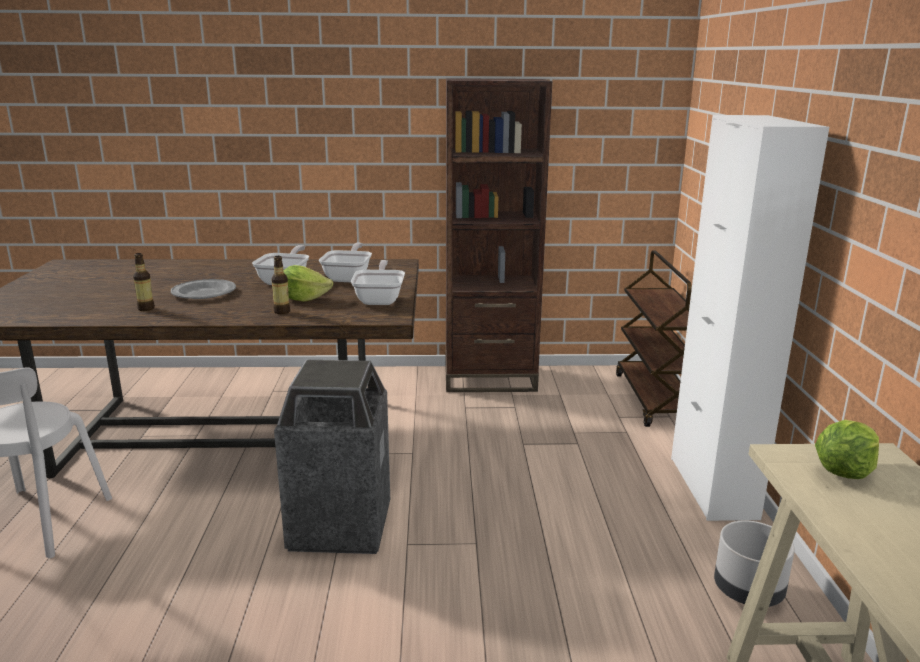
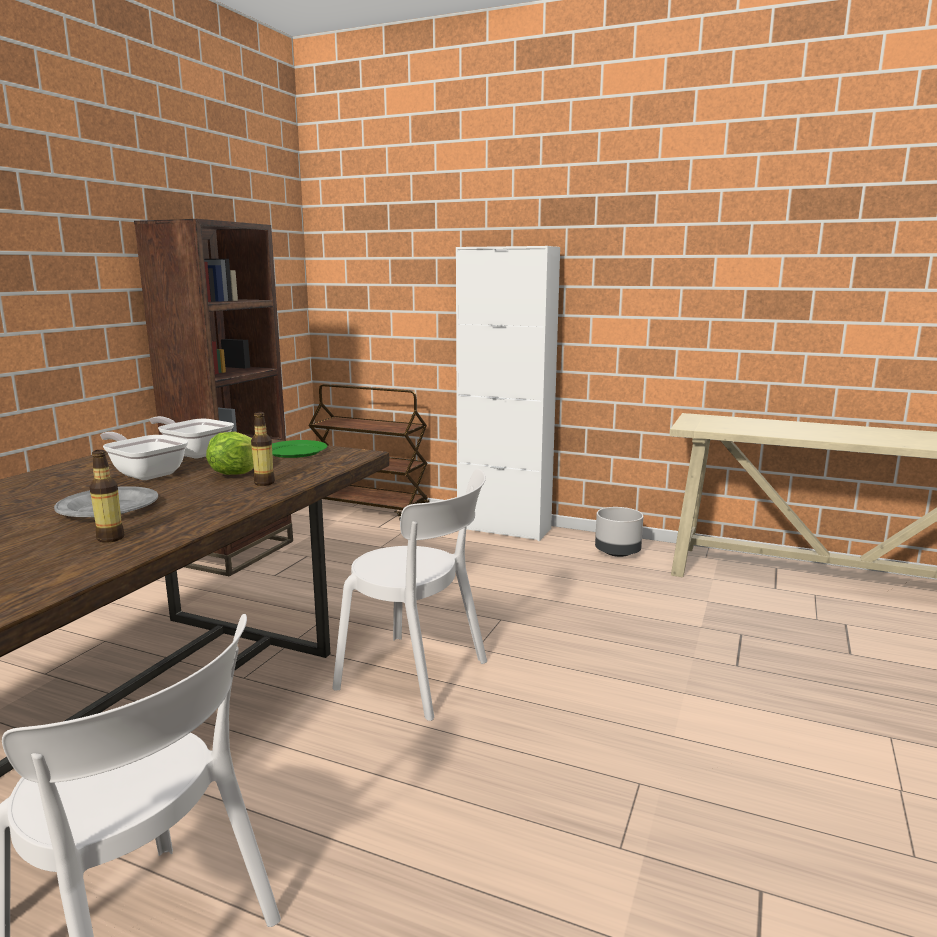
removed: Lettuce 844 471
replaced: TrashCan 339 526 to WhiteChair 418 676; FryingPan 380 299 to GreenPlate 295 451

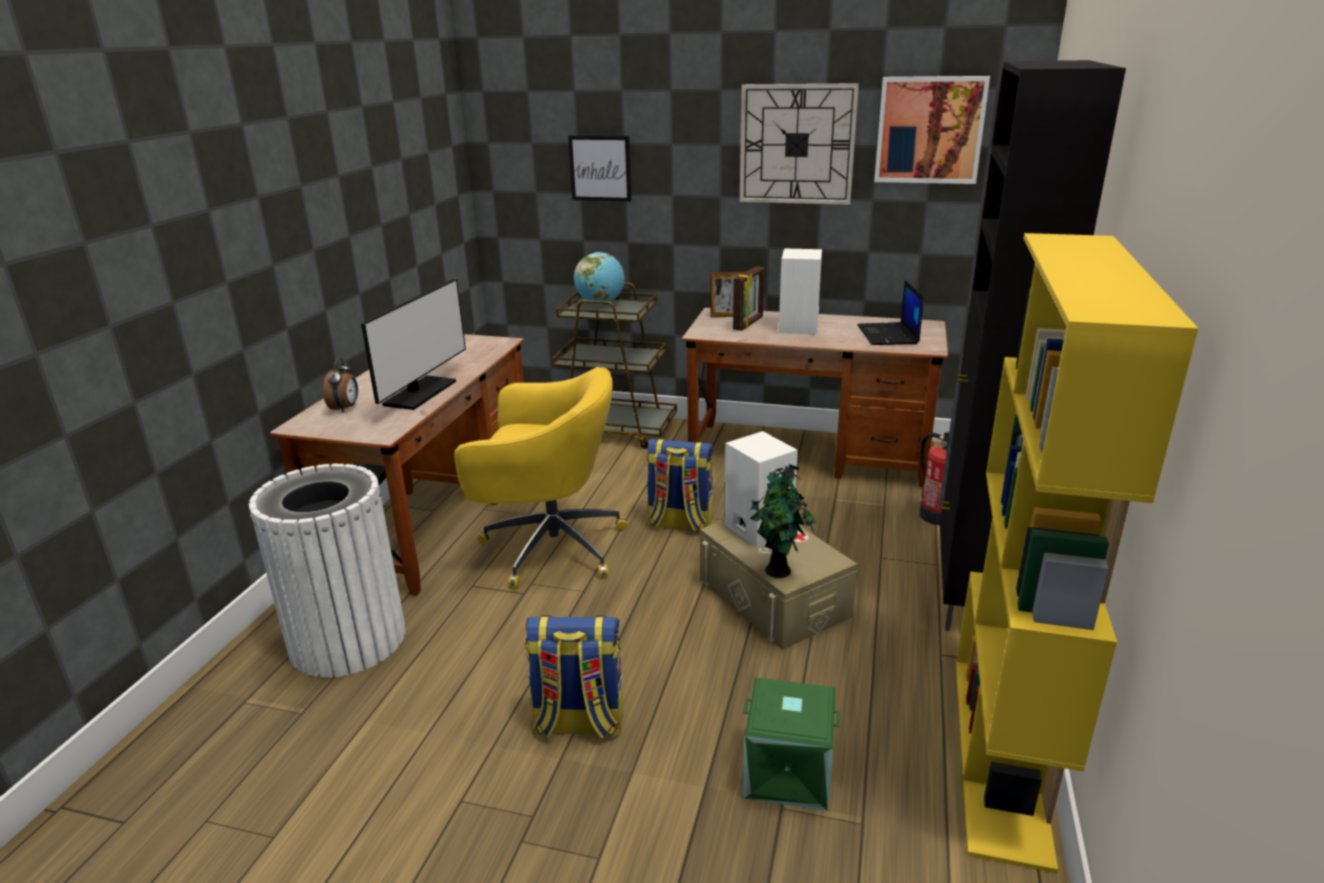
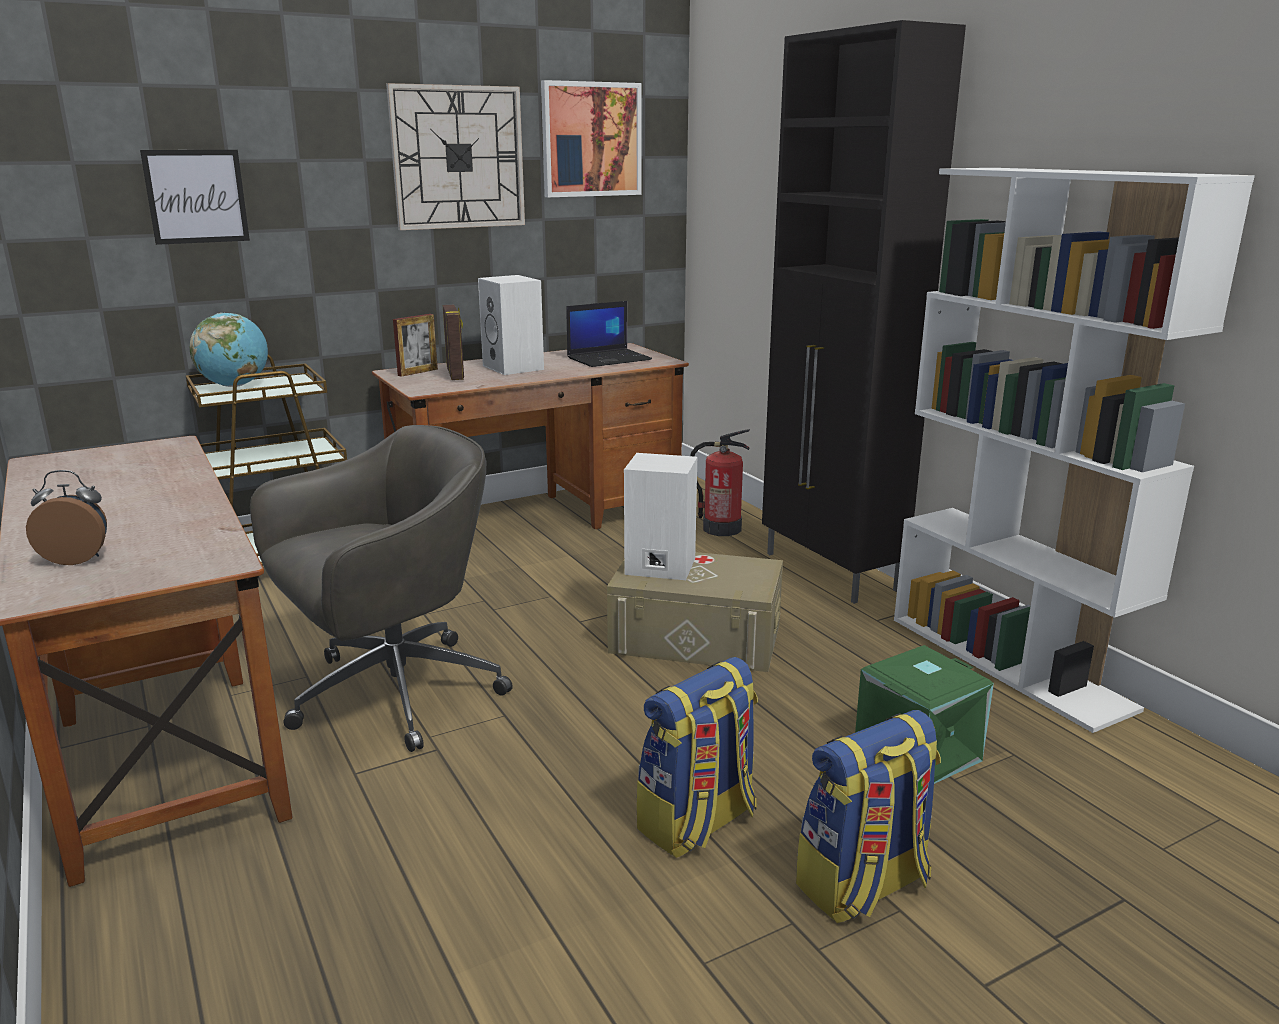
removed: WhiteTrashCan 348 640; Monitor 420 393; PottedPlant 779 571
moved: Backpack 679 523 to 863 886
recoloured: YellowOfficeChair 549 547 to GreyOfficeChair 391 695; YellowBookcase 1001 754 to WhiteBookcase 1009 662
turned: AlarmClock 345 408 = 78 558 60 degrees counterclockwise; Laptop 888 335 = 609 359 75 degrees counterclockwise

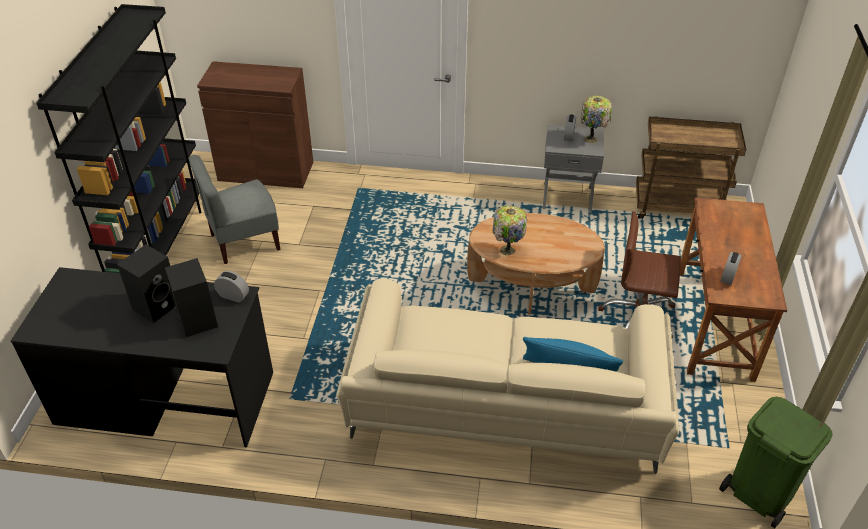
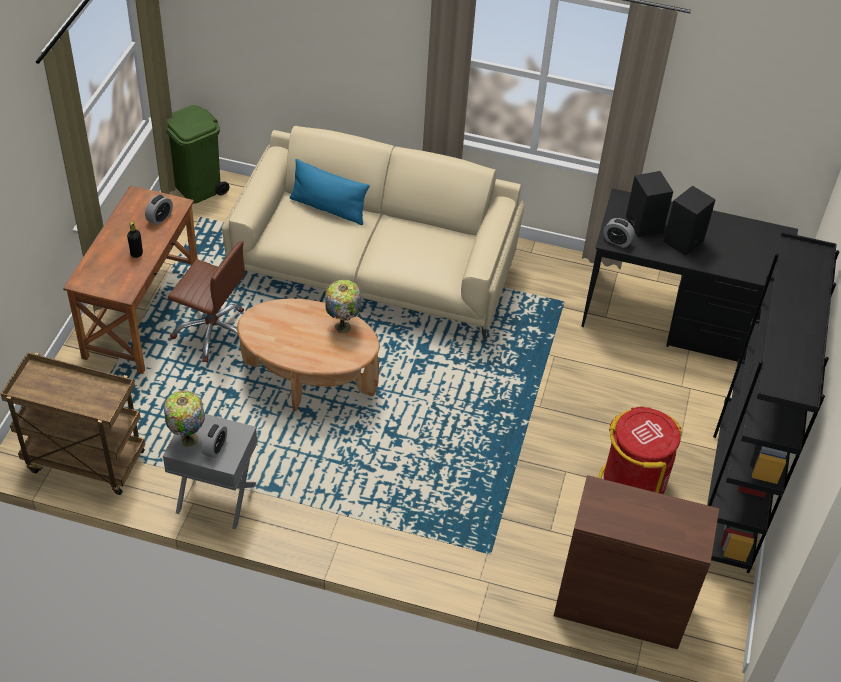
added: BlackBottle 136 254
replaced: GreyChair 244 241 to RedTrashCan 632 484

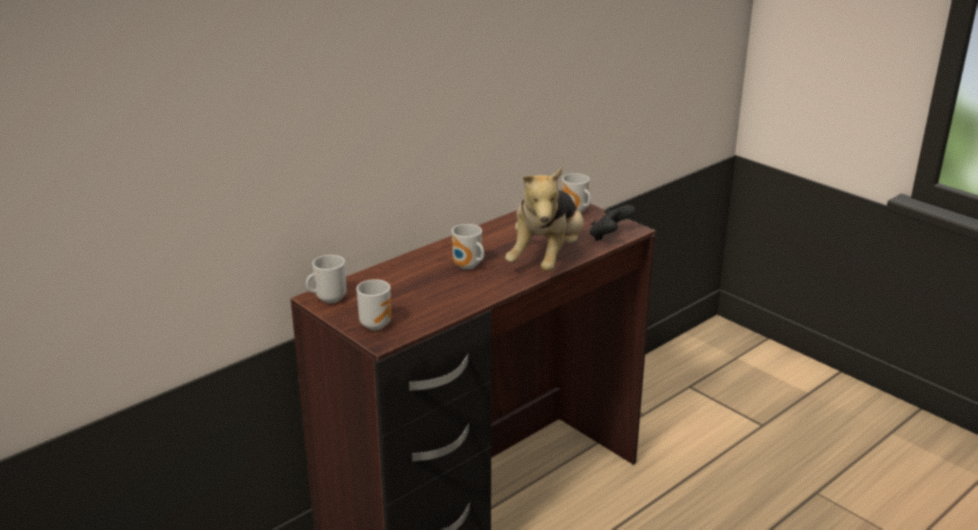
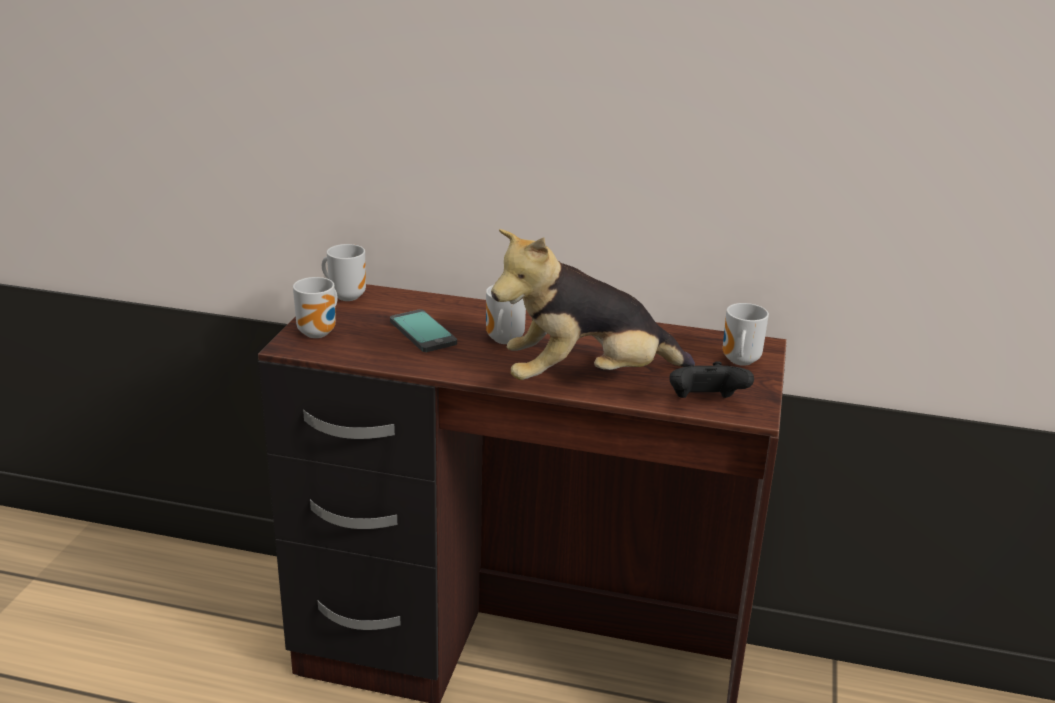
added: Phone 423 332

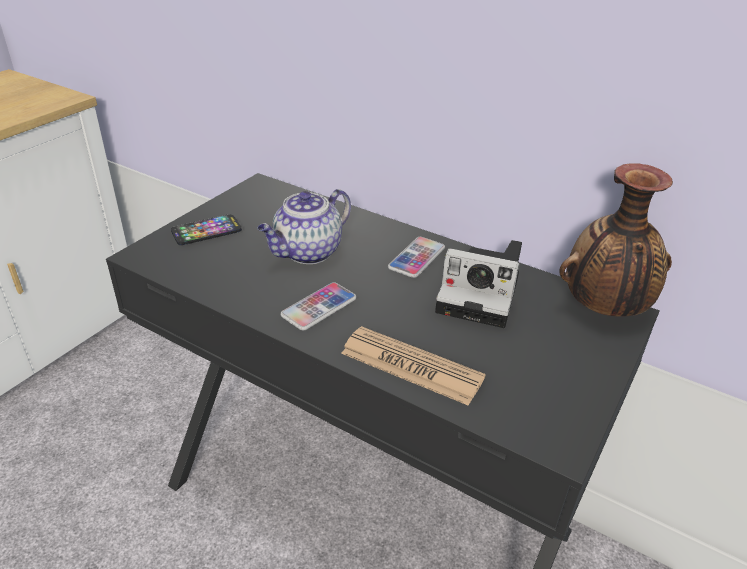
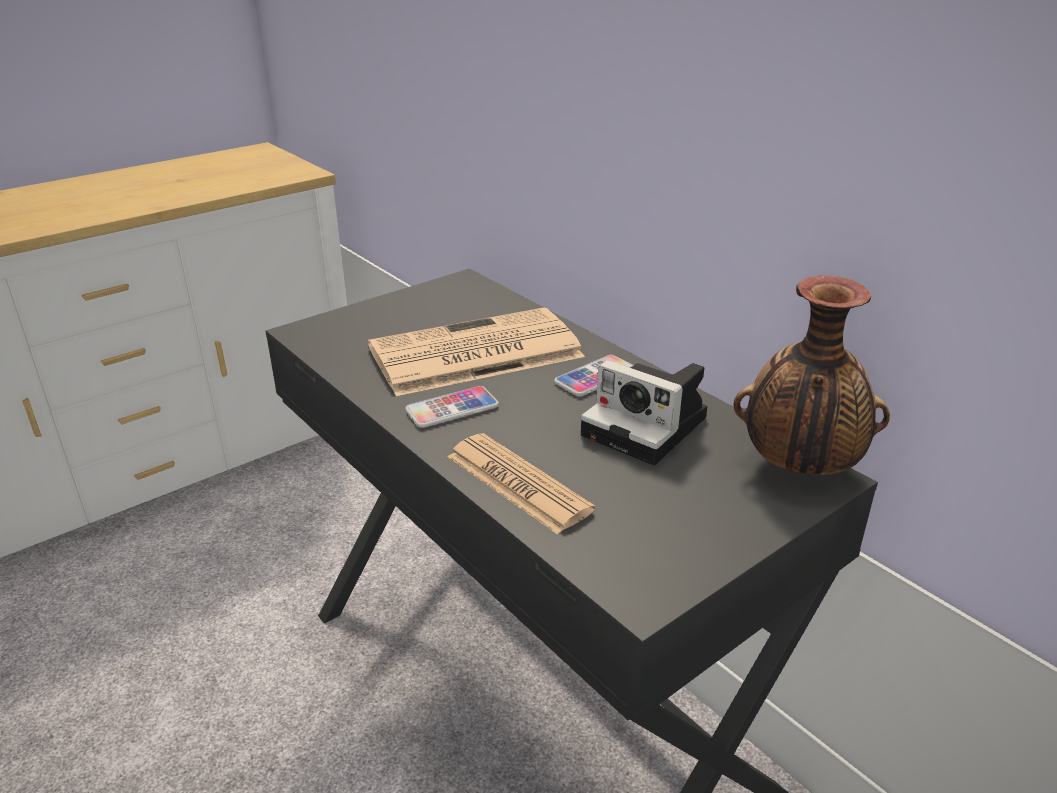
removed: Phone 206 231
replaced: Teapot 307 253 to Newspaper 473 354

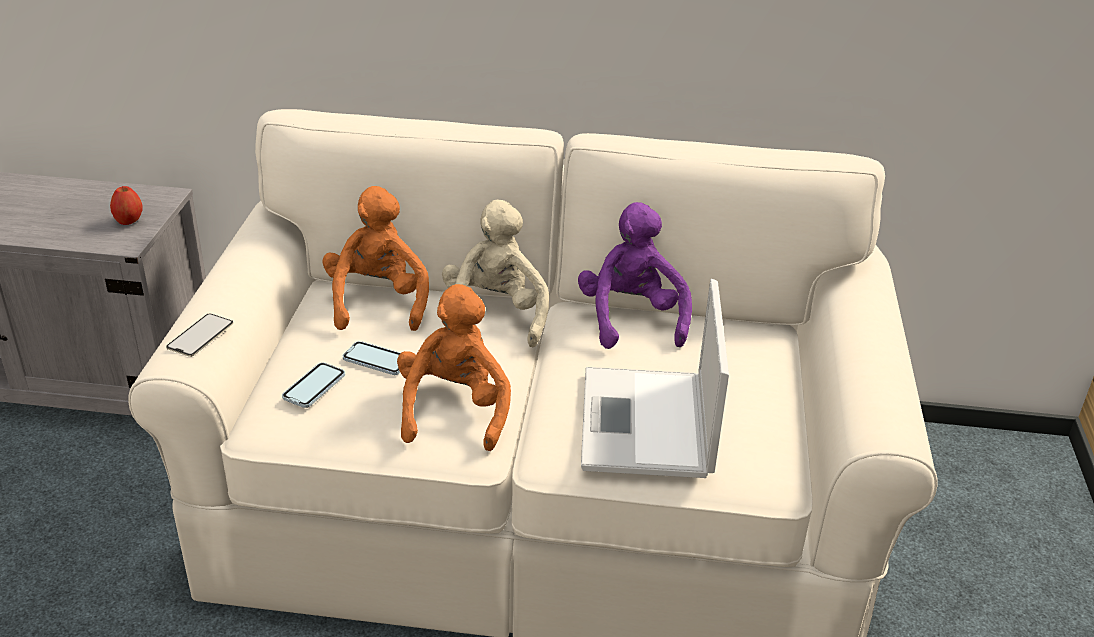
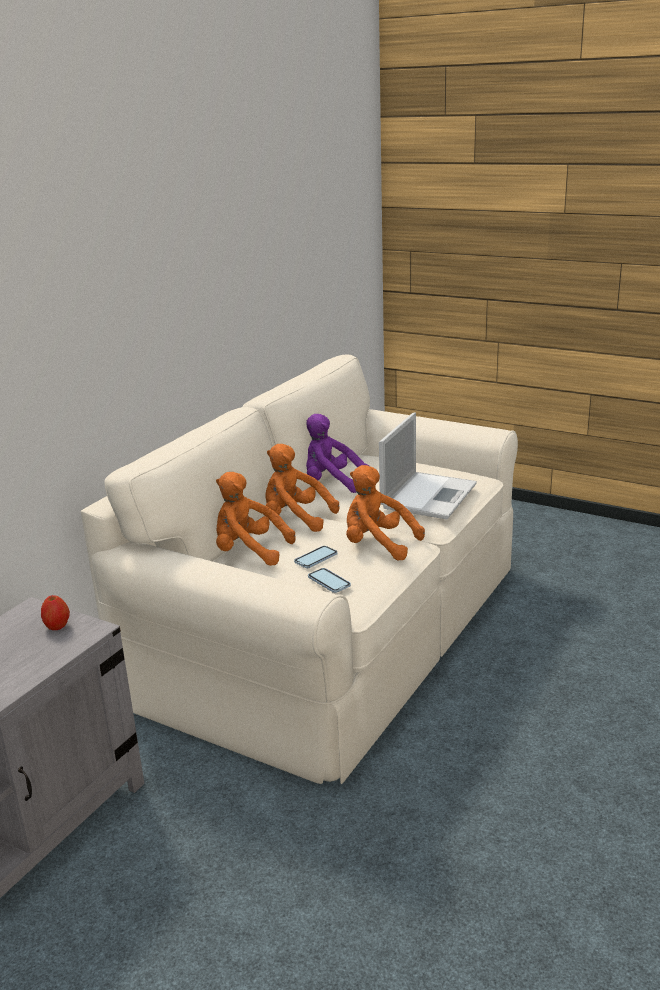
removed: Phone 200 335
recoloured: BeigePlushToy 495 316 to OrangePlushToy 295 519
turned: Laptop 647 425 = 429 495 90 degrees counterclockwise

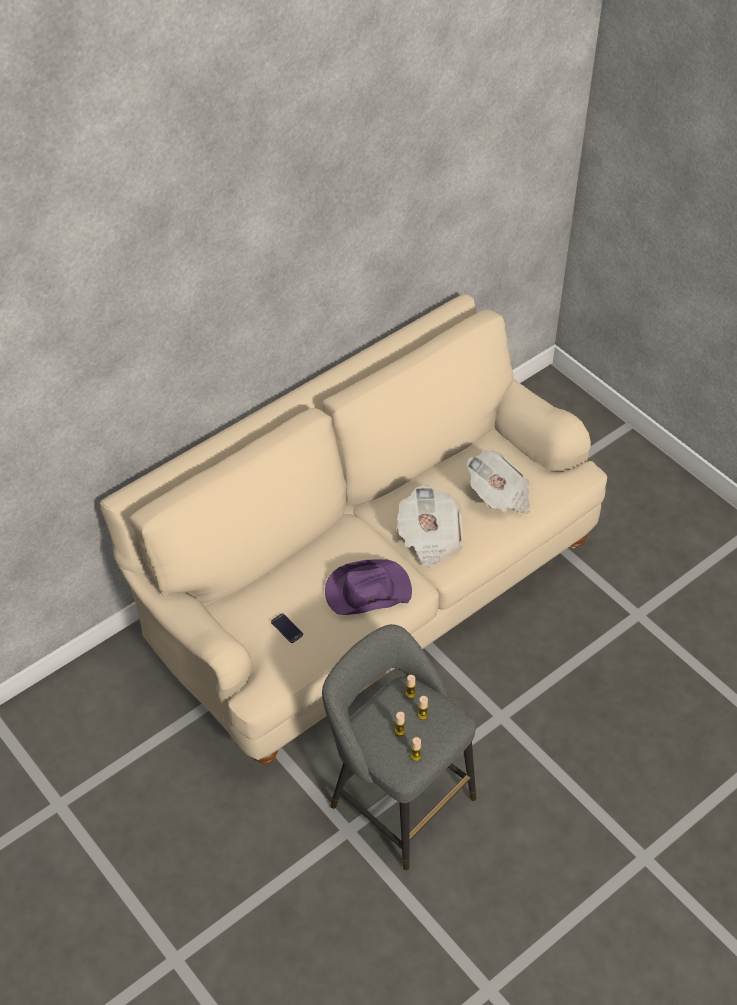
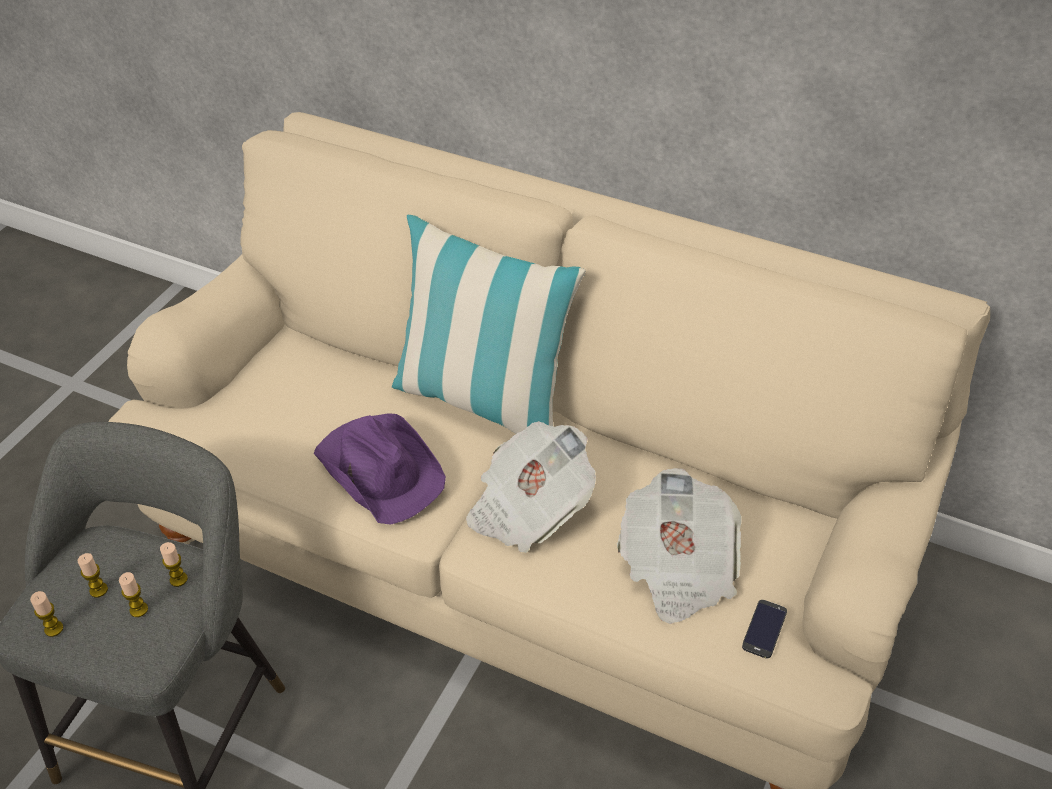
added: Pillow 483 402
moved: Phone 287 628 to 764 629

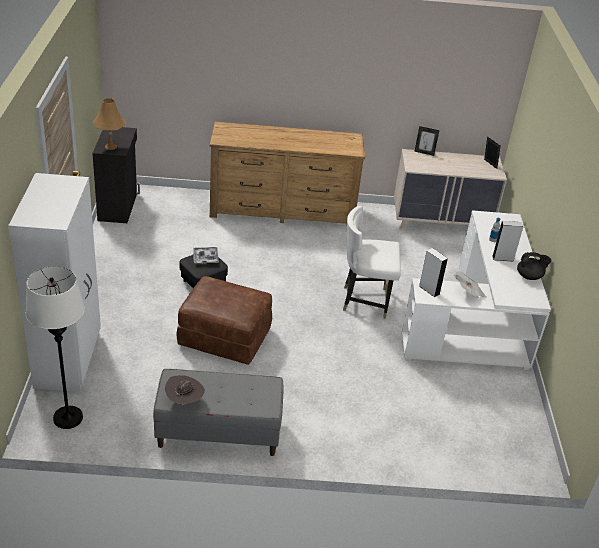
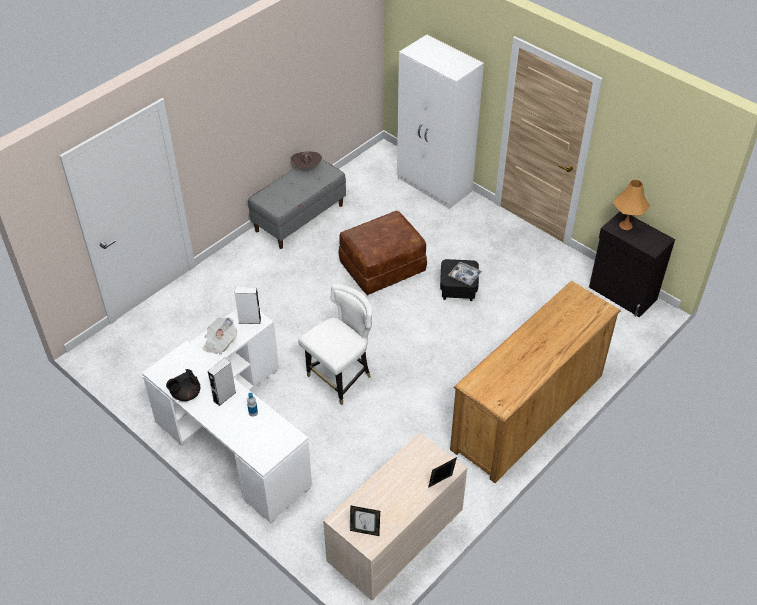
removed: WhiteFloorLamp 68 418

